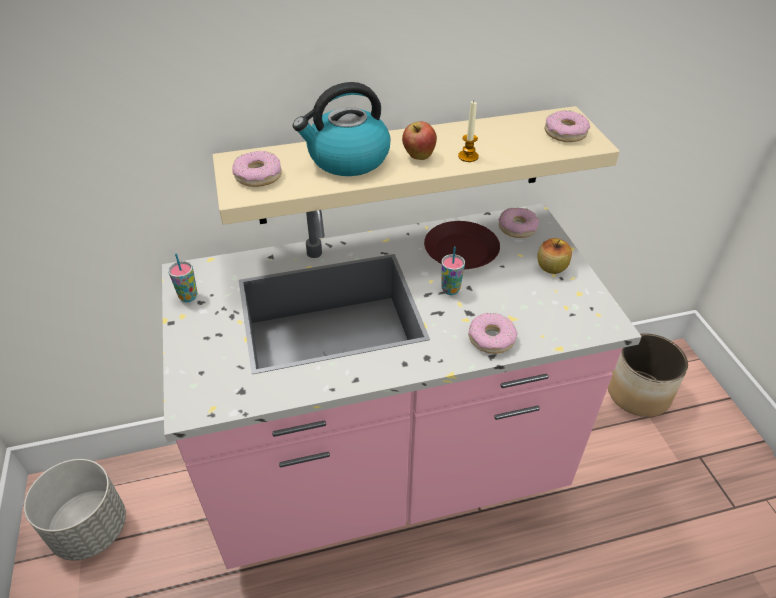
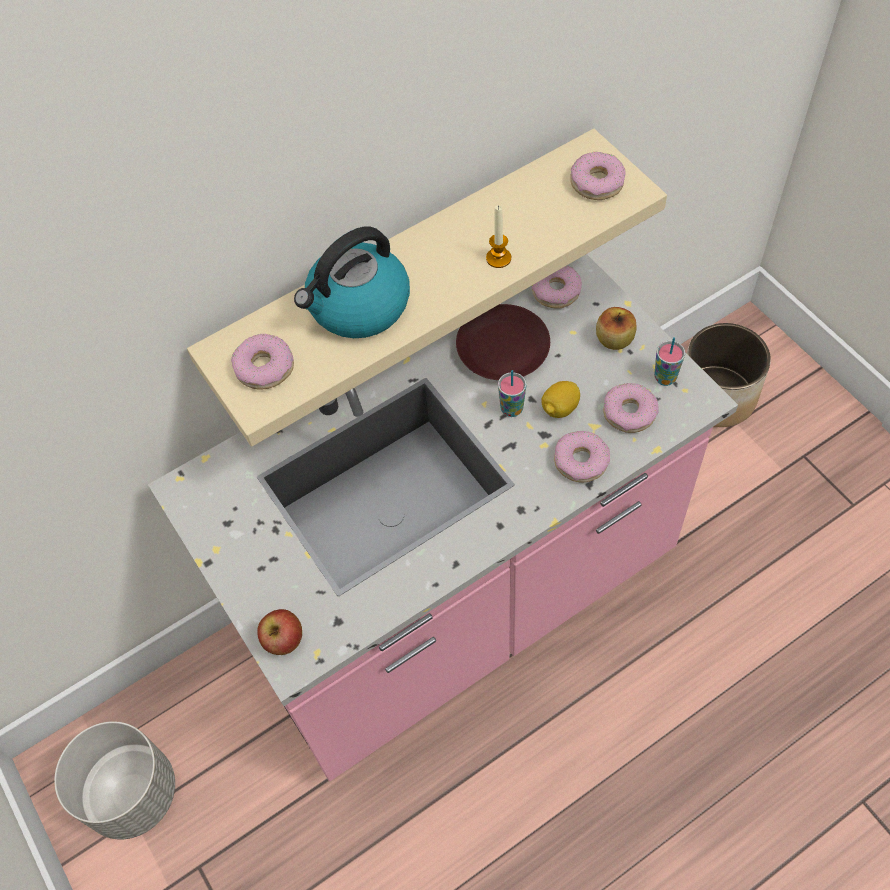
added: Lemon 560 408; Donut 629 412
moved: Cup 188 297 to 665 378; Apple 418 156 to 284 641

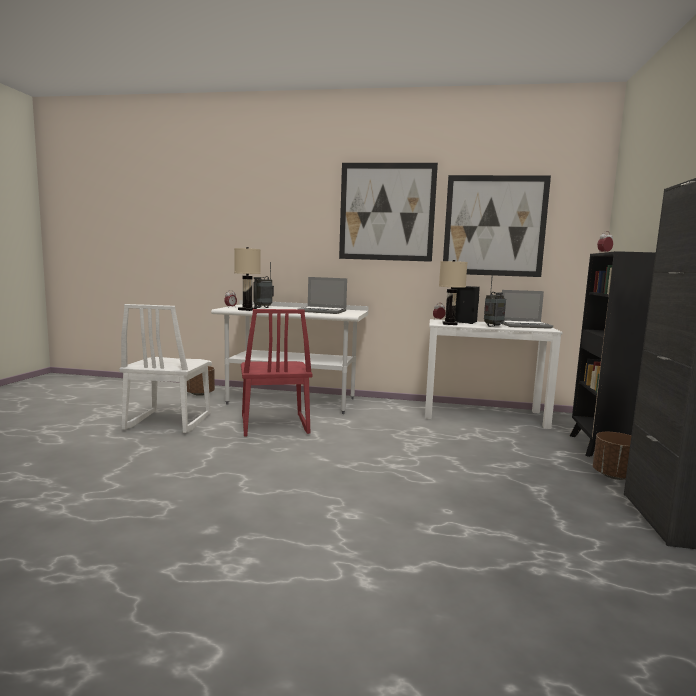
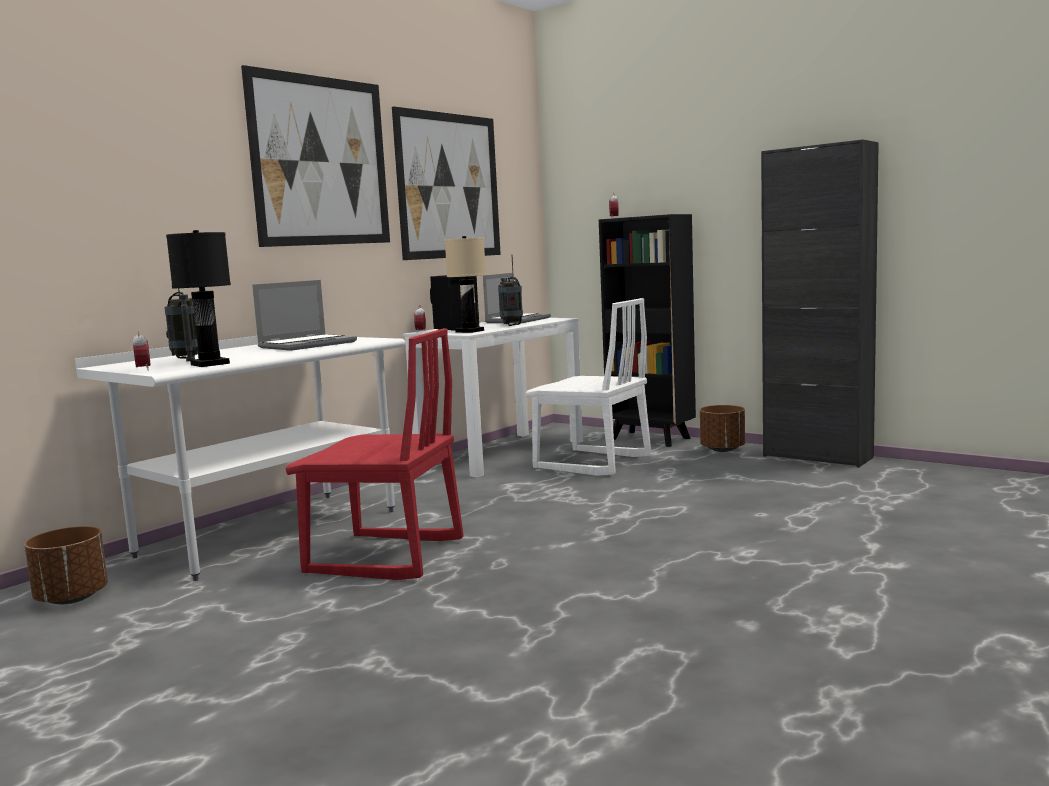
moved: WhiteChair 167 422 to 592 463
recoloured: BeigeTableLamp 247 310 to BlackTableLamp 210 364

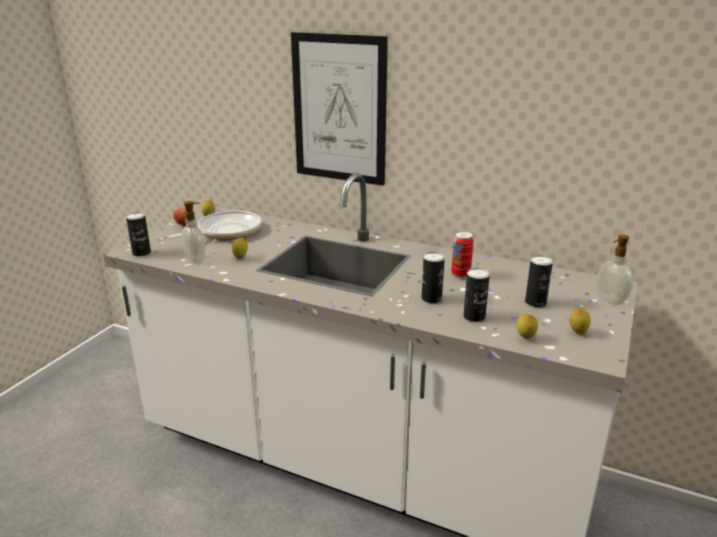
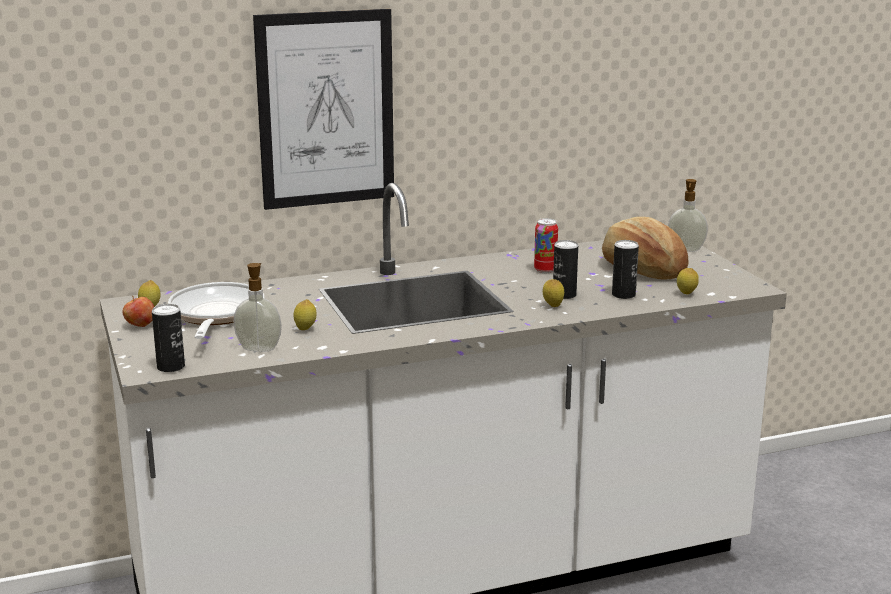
moved: Lemon 577 333 to 552 306
replaced: Can 535 302 to Bread 642 269

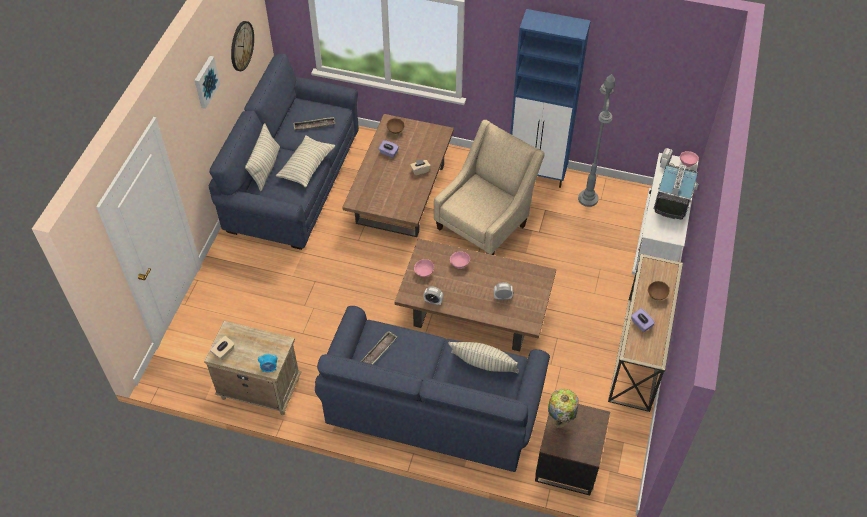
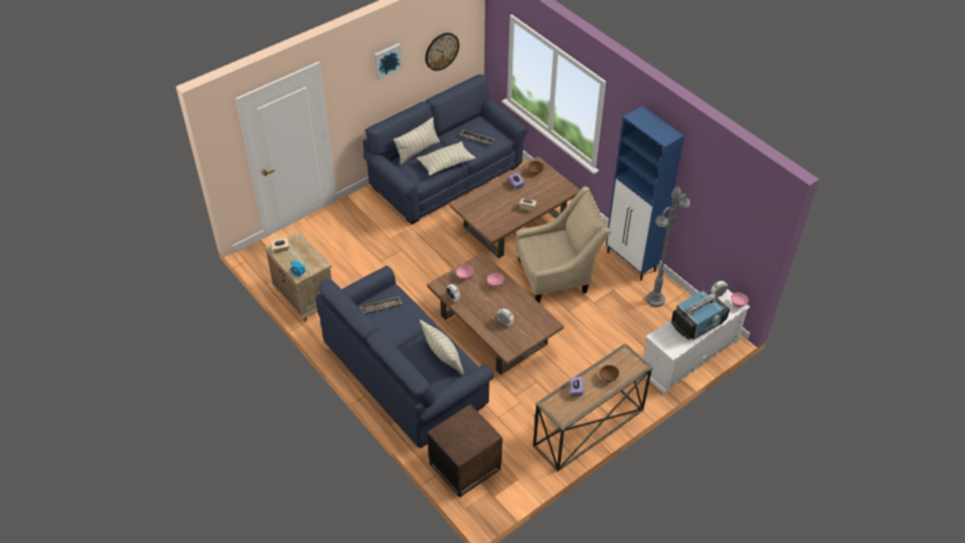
removed: TableLamp 560 420

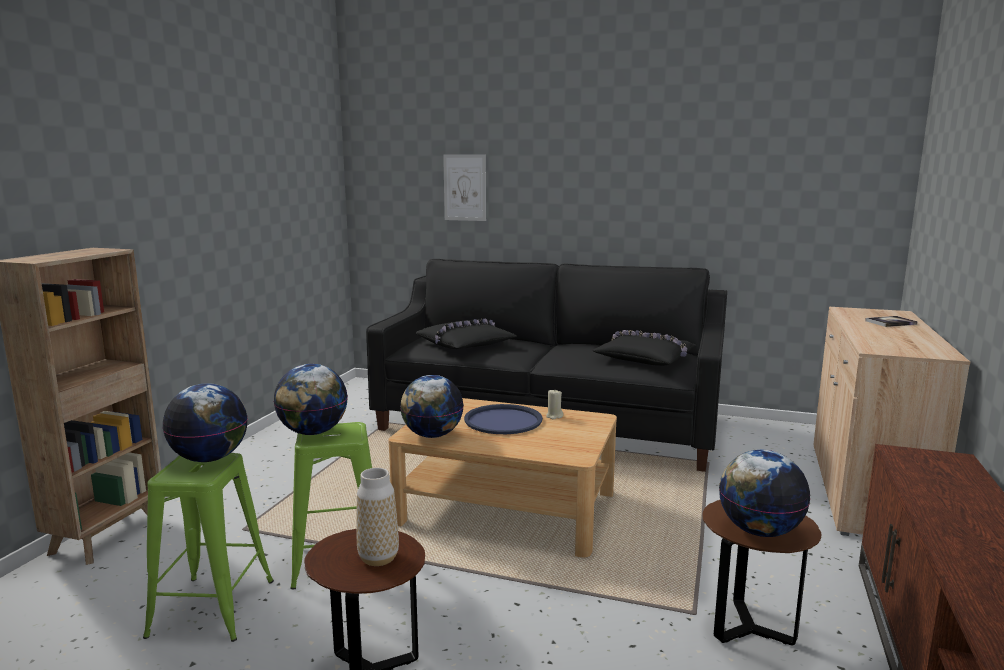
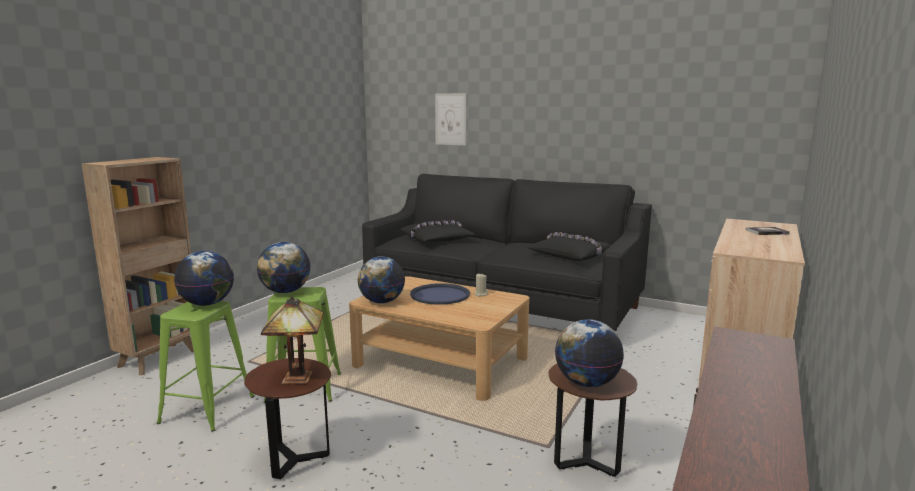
replaced: Vase 378 558 to TableLamp 296 377

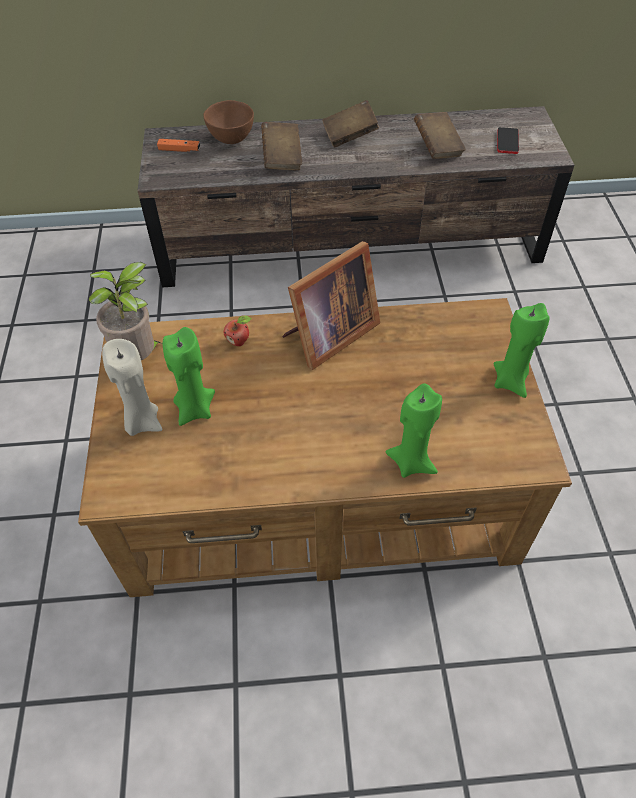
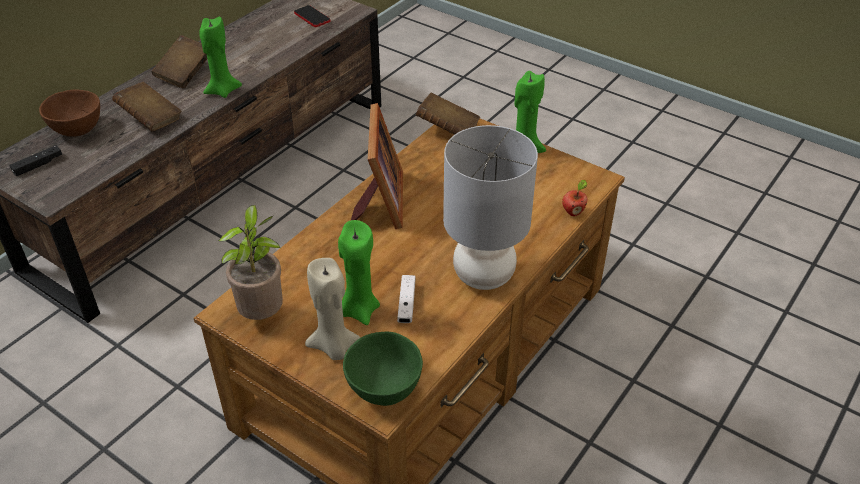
added: GreenBowl 384 388; WhiteGameController 406 304; GreyTableLamp 483 275
moved: Apple 239 341 to 573 212; GreenCandle 411 462 to 222 91; BrownBook 437 148 to 447 129
recoloured: OrangeGameController 179 150 to BlackGameController 38 165

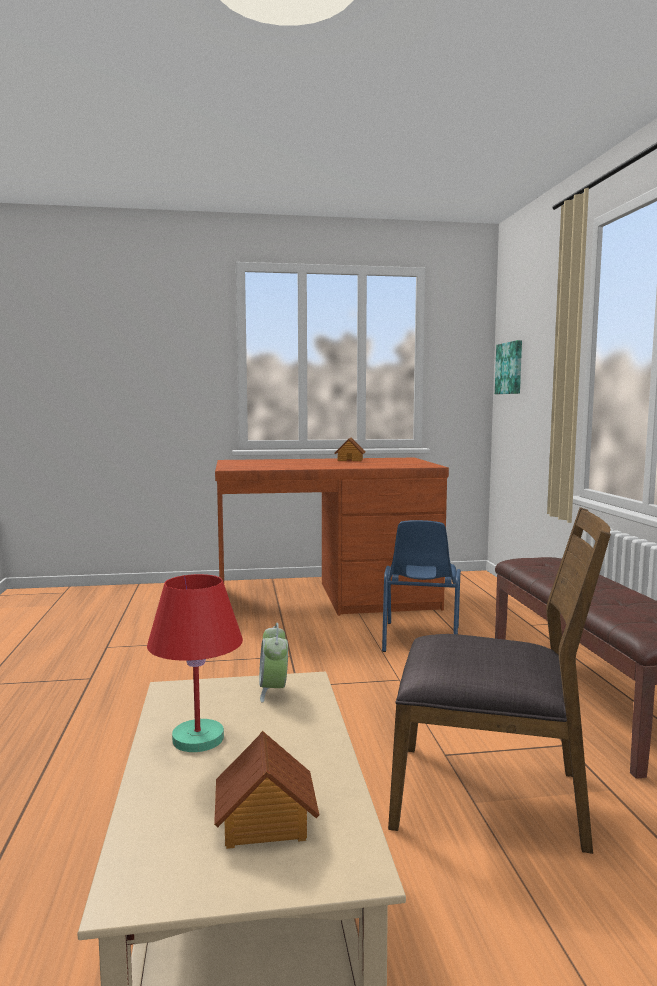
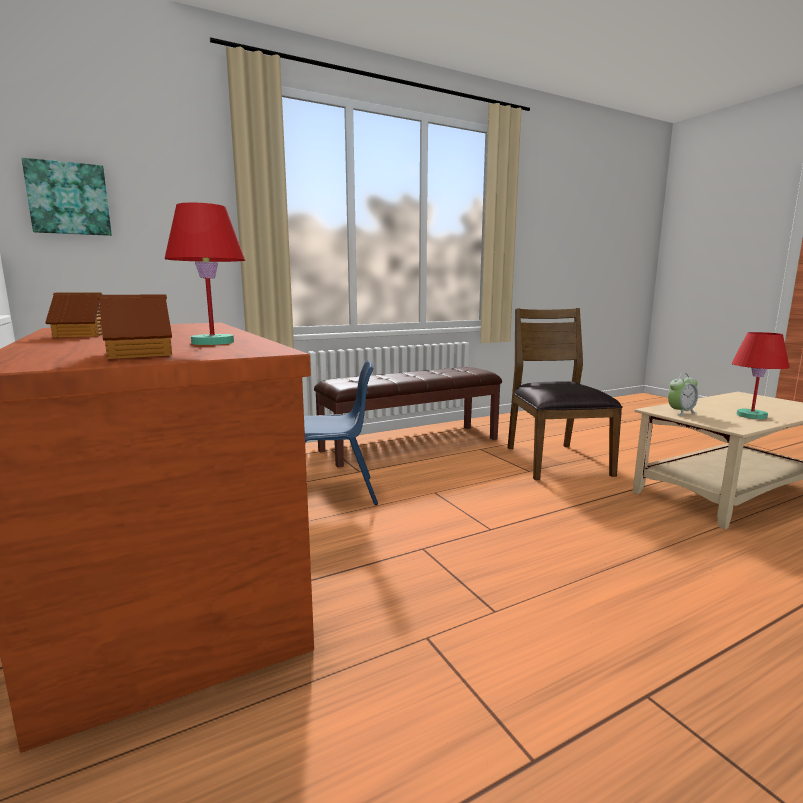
added: RedTableLamp 212 342
moved: ToyHouse 264 821 to 141 353

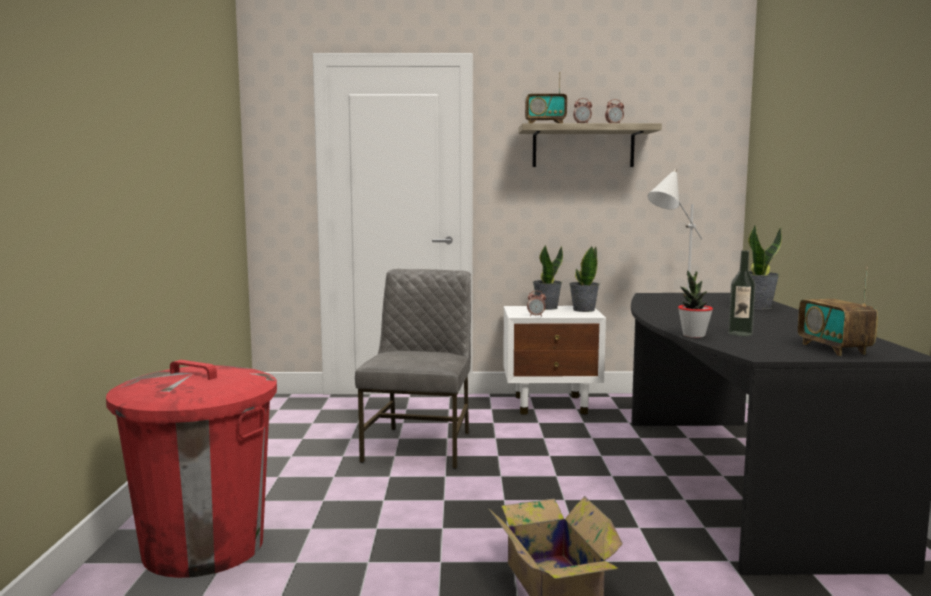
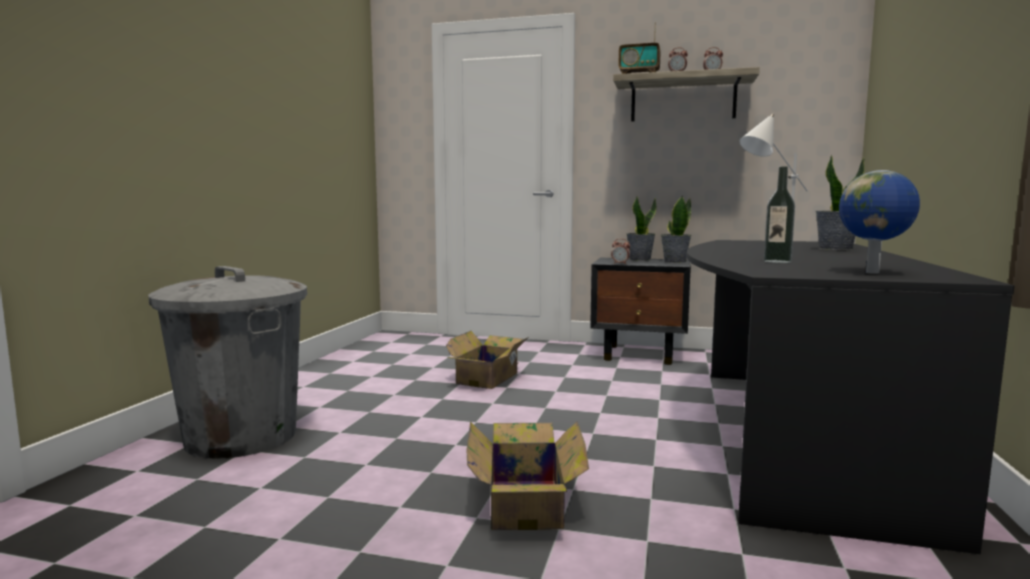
removed: PottedPlant 693 335
replaced: GreyChair 420 446 to CardboardBox 489 378; Radio 834 349 to Globe 874 273
recoloured: RedTrashCan 203 547 to GreyTrashCan 241 437; WhiteNightstand 552 405 to BlackNightstand 640 354

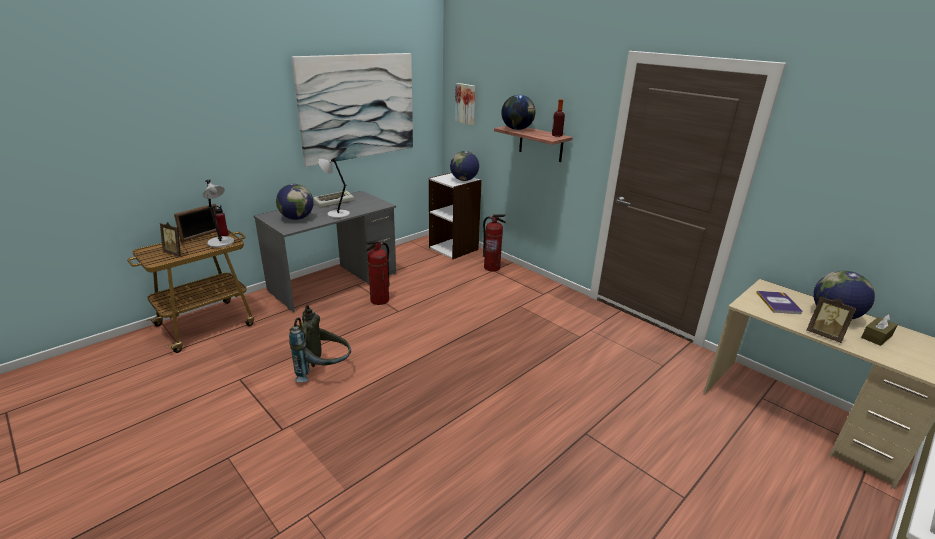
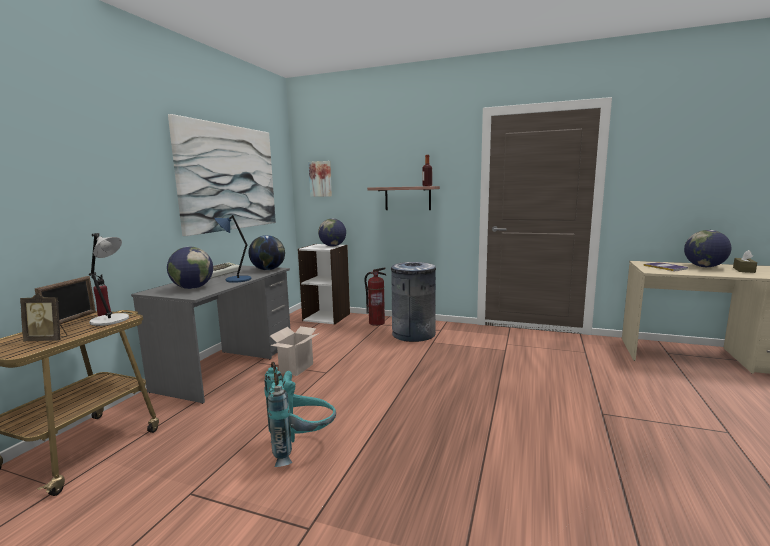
removed: PictureFrame 824 335
added: GreyTrashCan 413 334
moved: Globe 517 129 to 268 270
replaced: FireExtinguisher 379 300 to CardboardBox 296 369
recoloured: GreyBackpack 325 372 to TurquoiseBackpack 302 447; GreyTableLamp 337 214 to BlueTableLamp 236 280

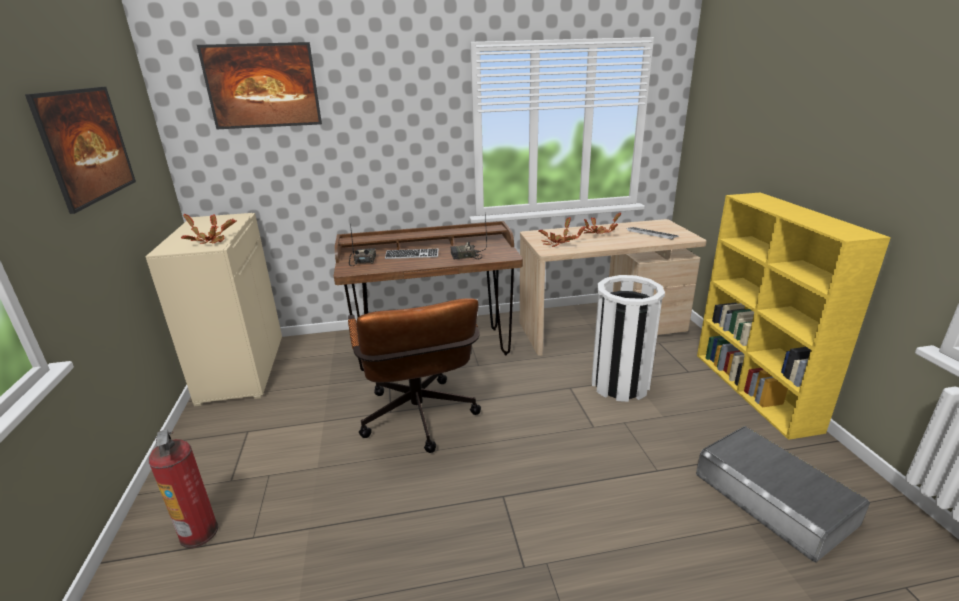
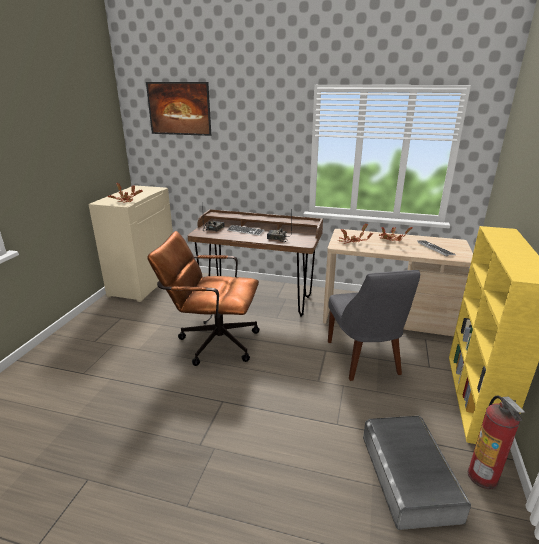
removed: Picture 96 171
moved: FireExtinguisher 199 533 to 483 476
replaced: WhiteTrashCan 620 384 to GreyChair 364 359
turned: BrownOfficeChair 420 421 = 212 341 90 degrees clockwise

